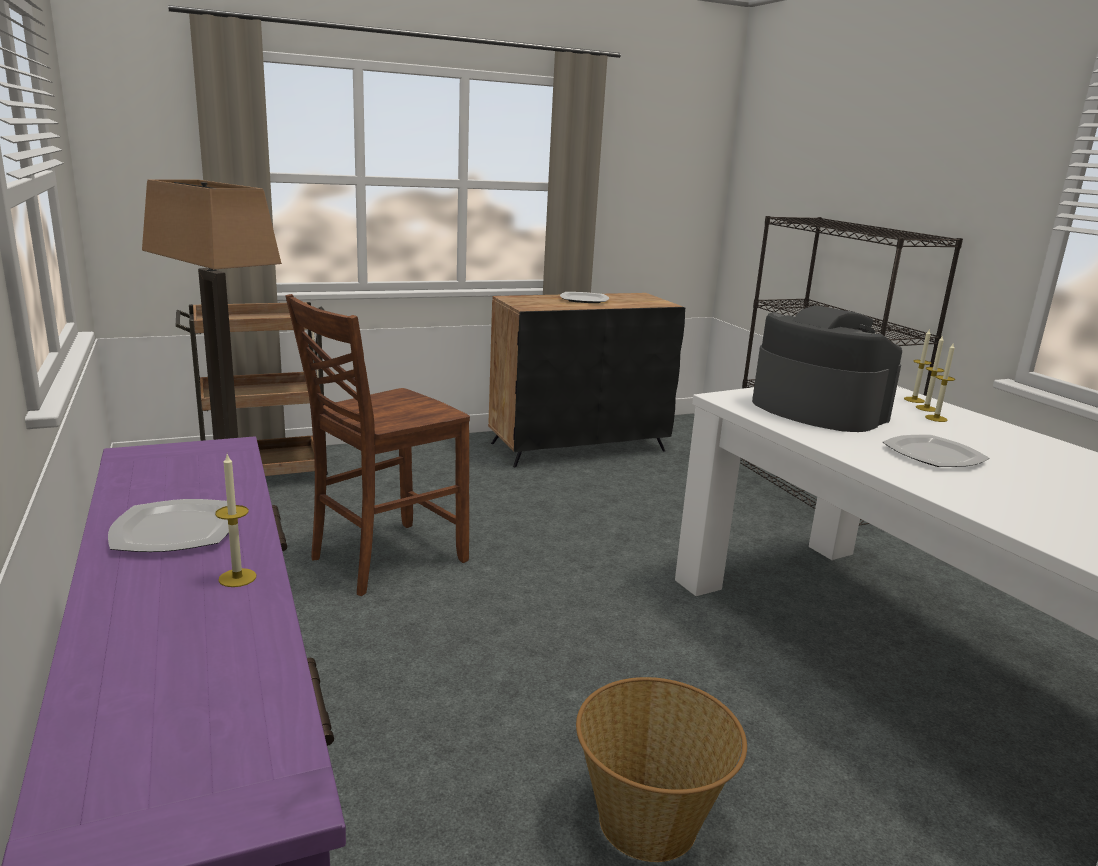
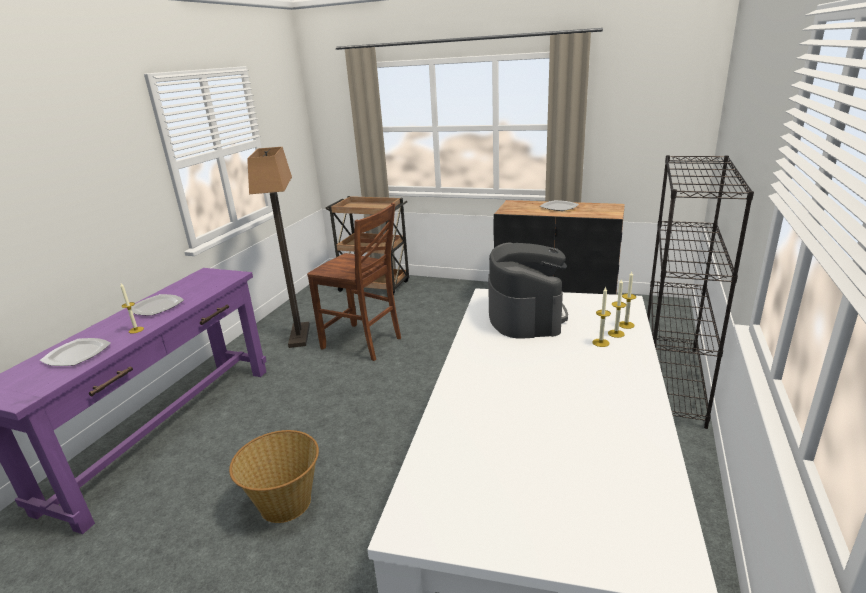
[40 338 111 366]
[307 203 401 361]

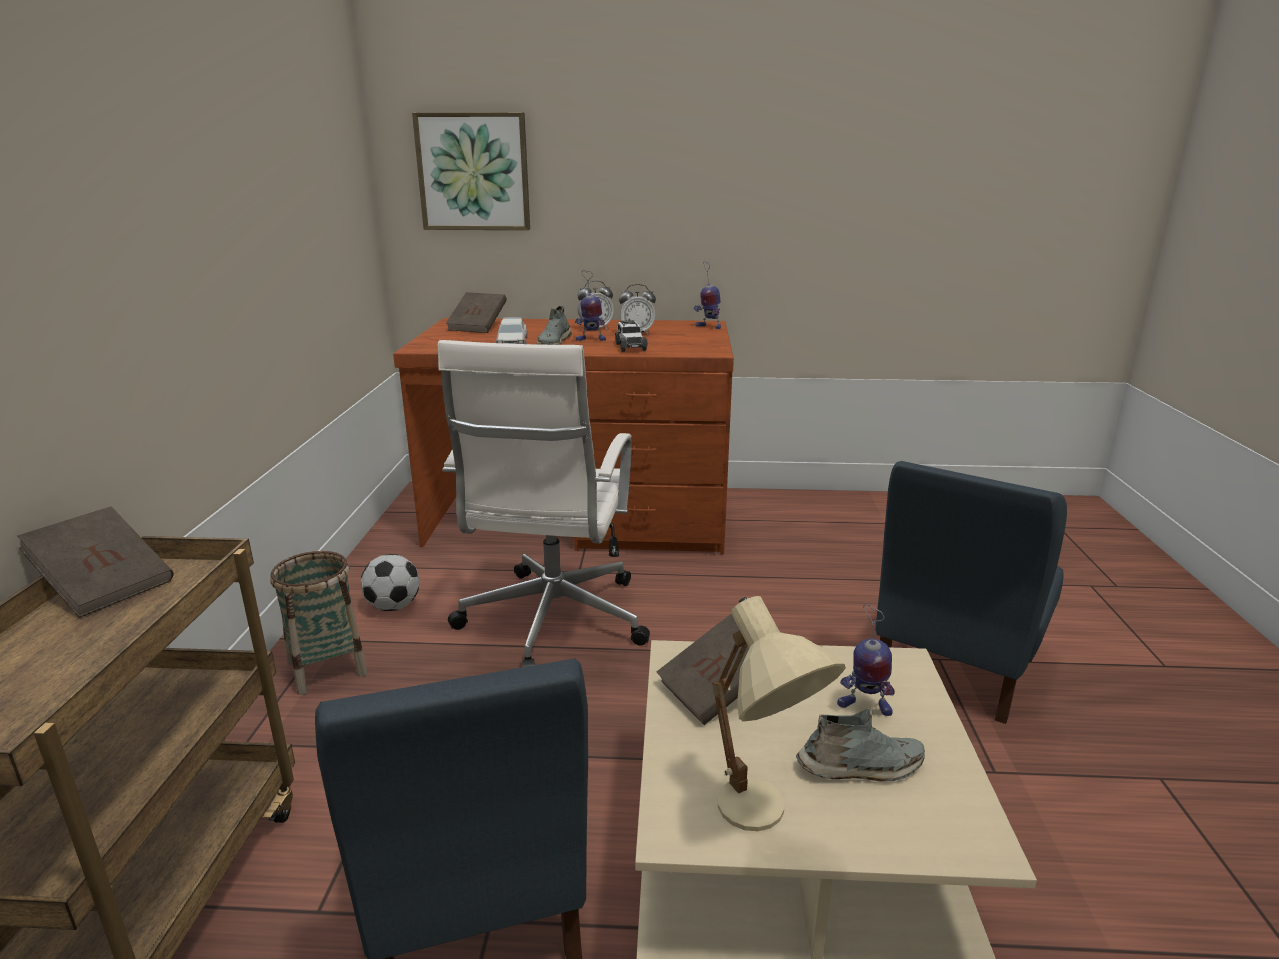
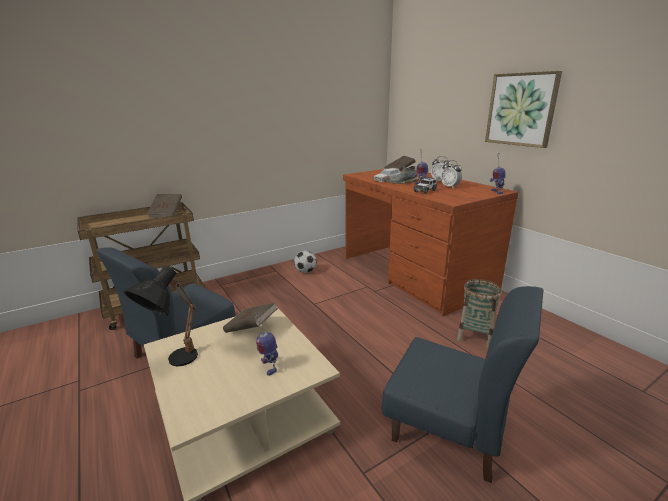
[438 340 650 667] (first image)
[796 708 925 782] (first image)
[457 279 502 348]
[485 71 562 148]
[123 266 198 366]
[382 286 543 483]

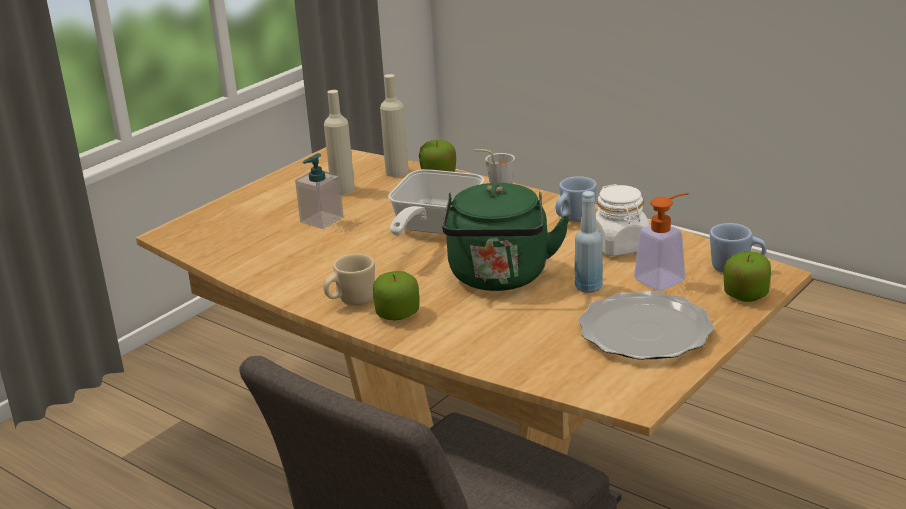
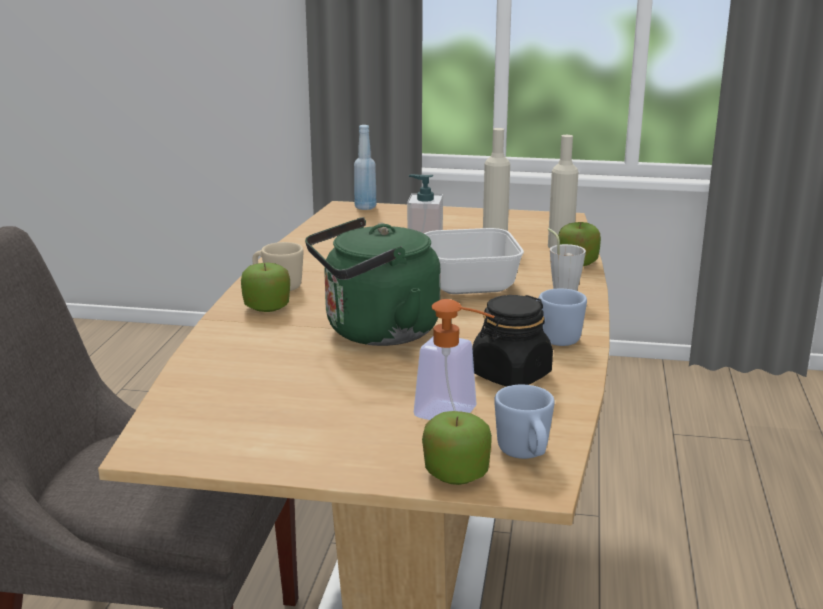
[578 291 714 360] (first image)
[354 125 376 210]
[472 295 553 386]

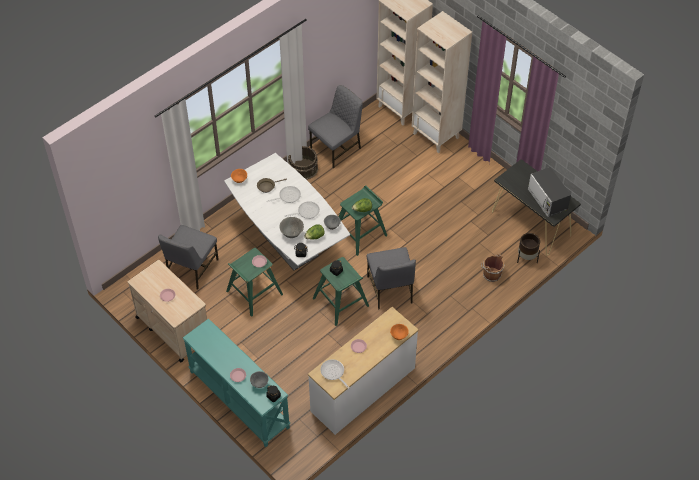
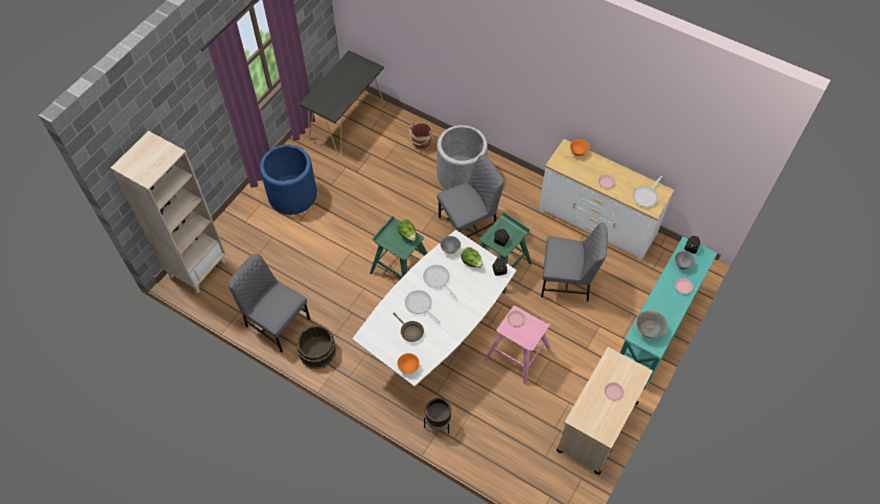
[412 11 472 153] (first image)
[528 167 571 217] (first image)
[260 145 317 215]
[437 125 488 190]
[541 223 608 302]
[636 310 668 338]
[424 398 451 434]
[484 306 550 385]

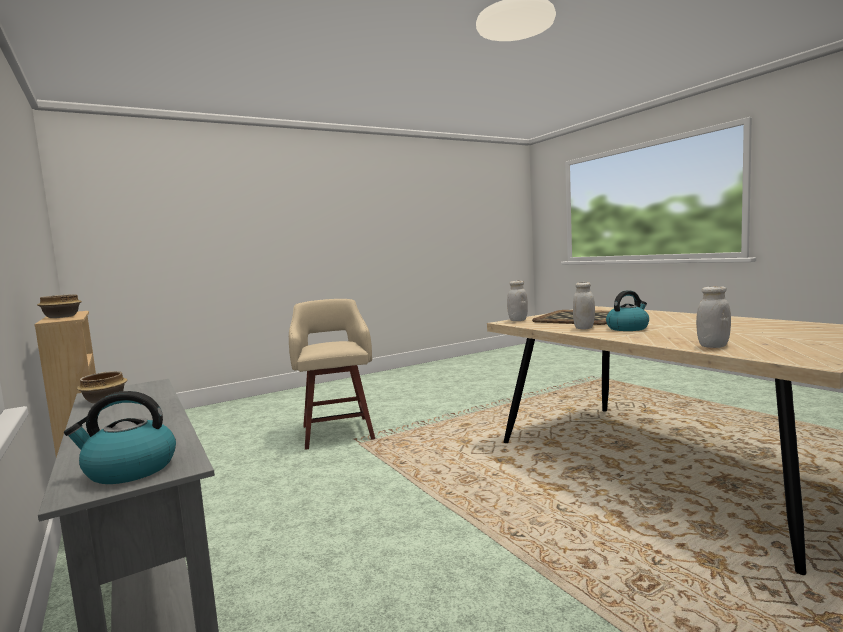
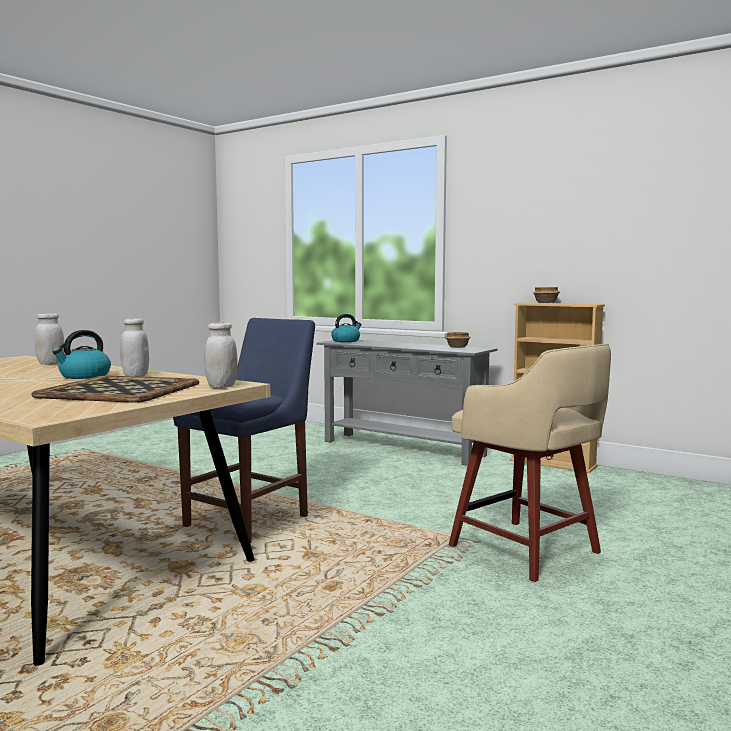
[173 318 315 543]

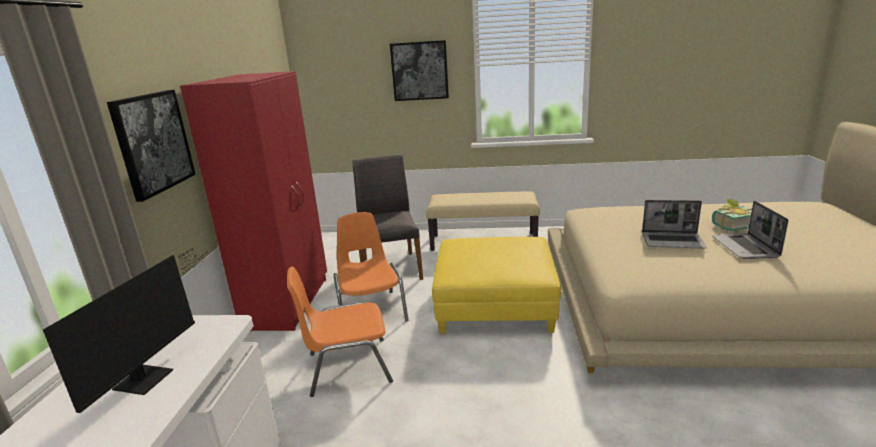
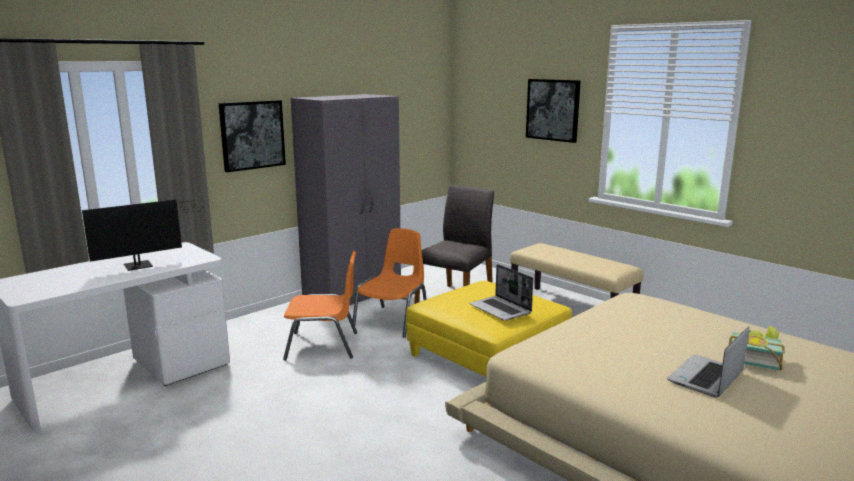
[469 264 533 321]
[291 94 401 305]
[283 251 357 361]

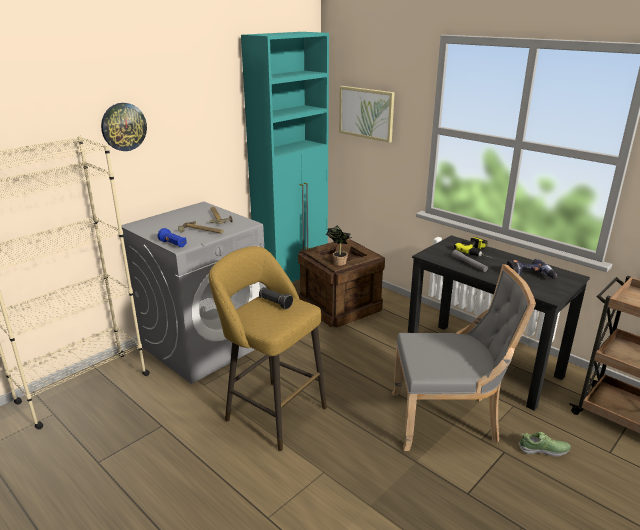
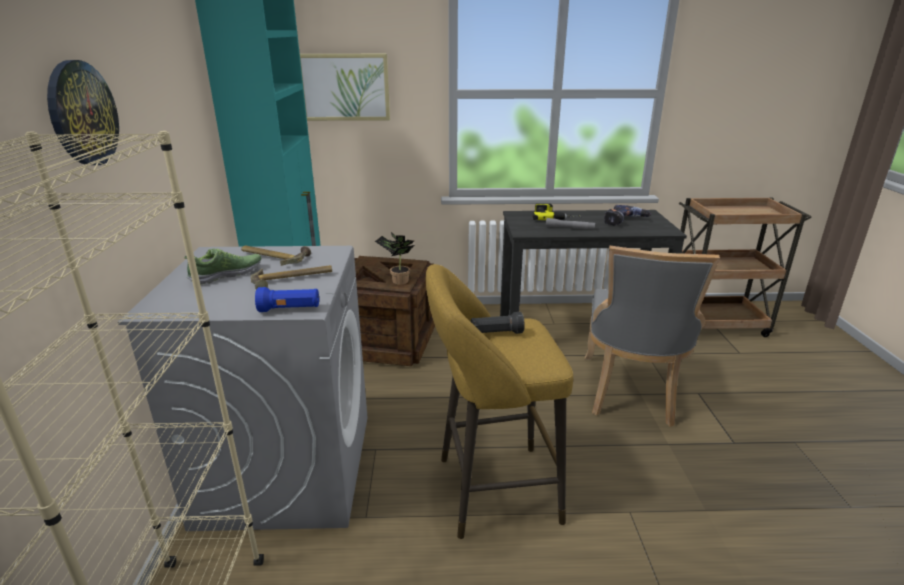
[184 248 261 285]
[585 246 720 427]

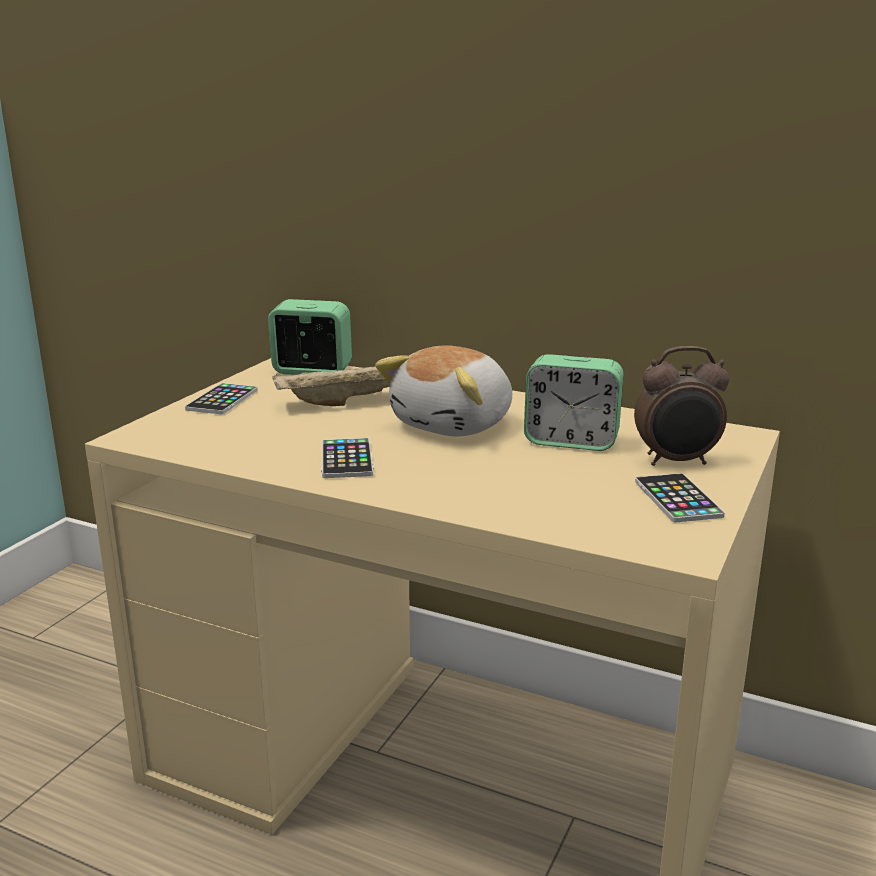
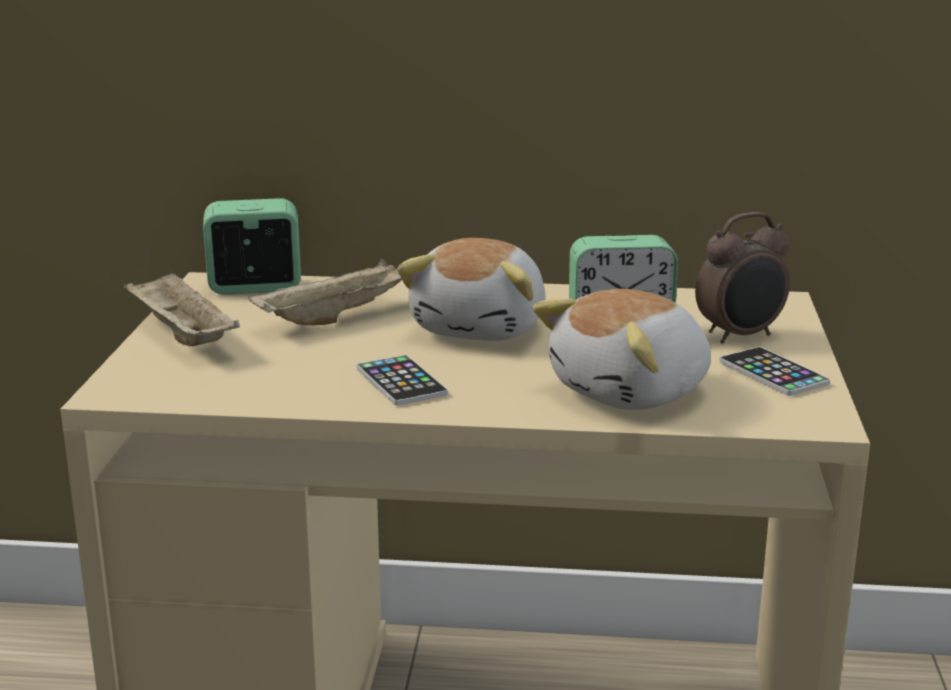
[533 289 711 410]
[124 272 240 346]

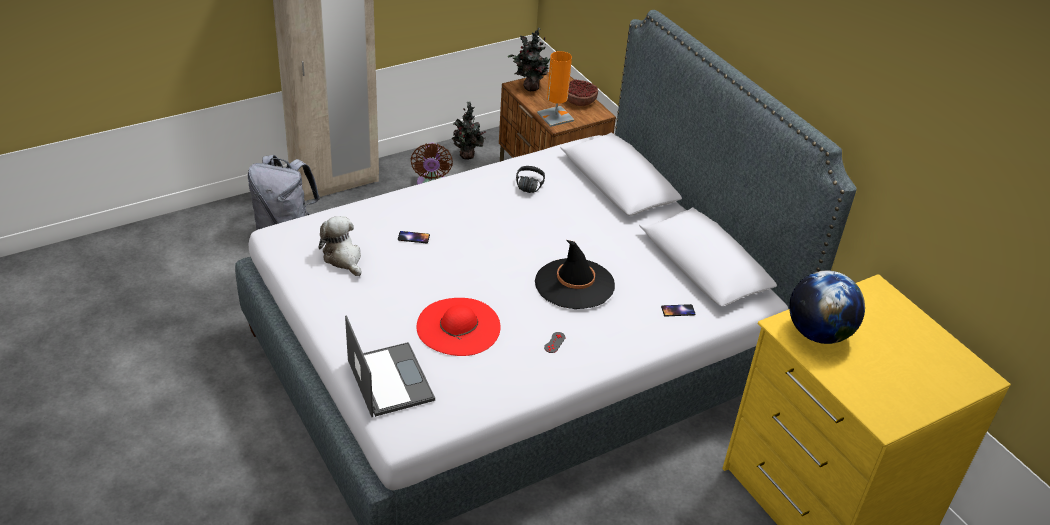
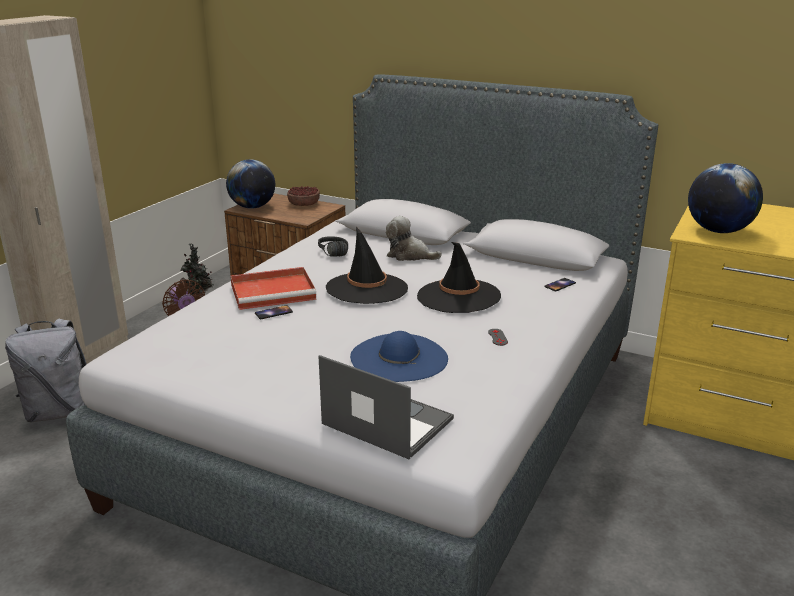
[537 51 574 127] (first image)
[230 267 317 310]
[326 227 408 304]
[386 216 442 261]
[226 159 275 209]
[350 331 448 382]

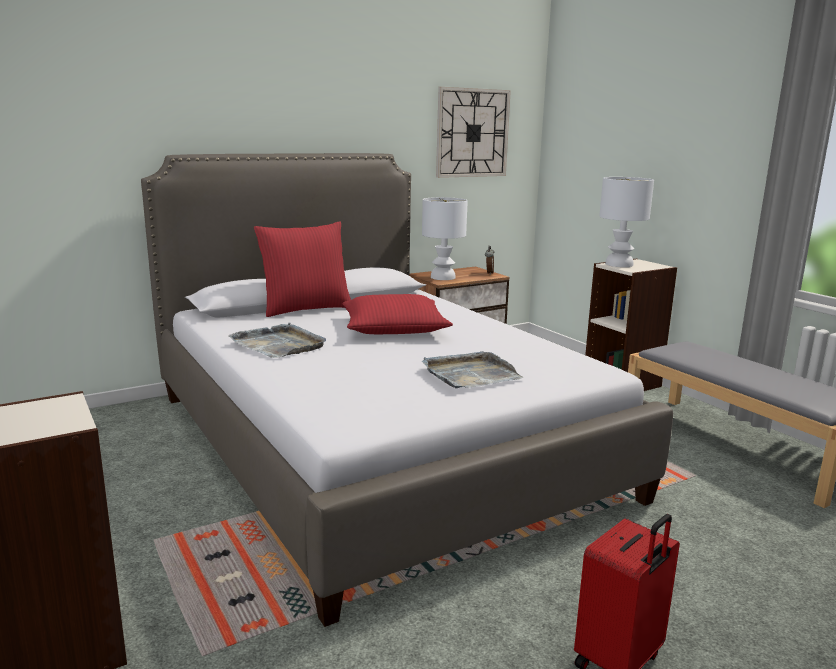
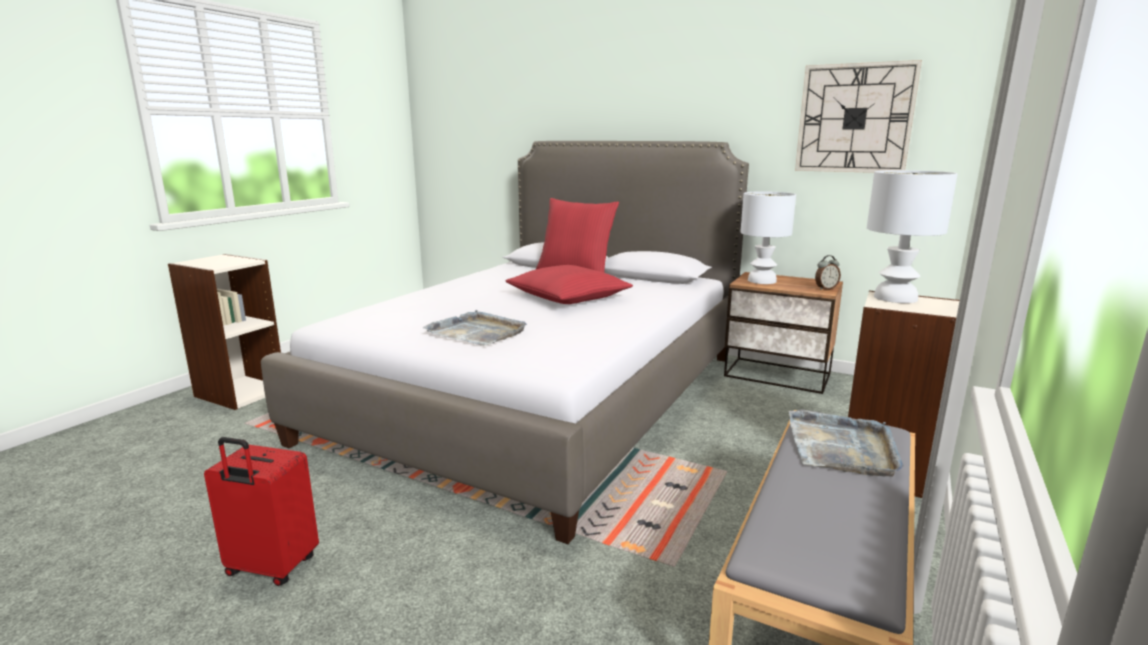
[789 411 904 476]

